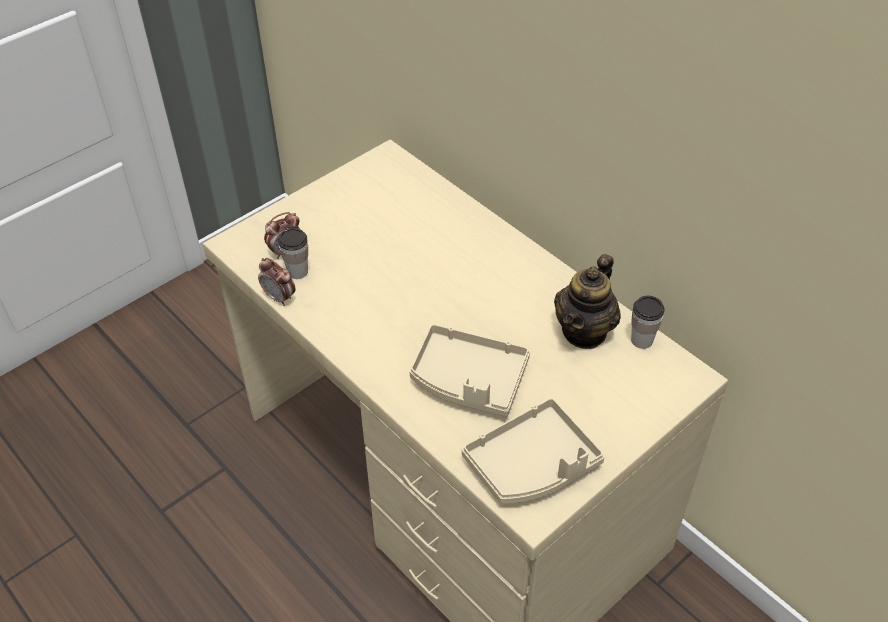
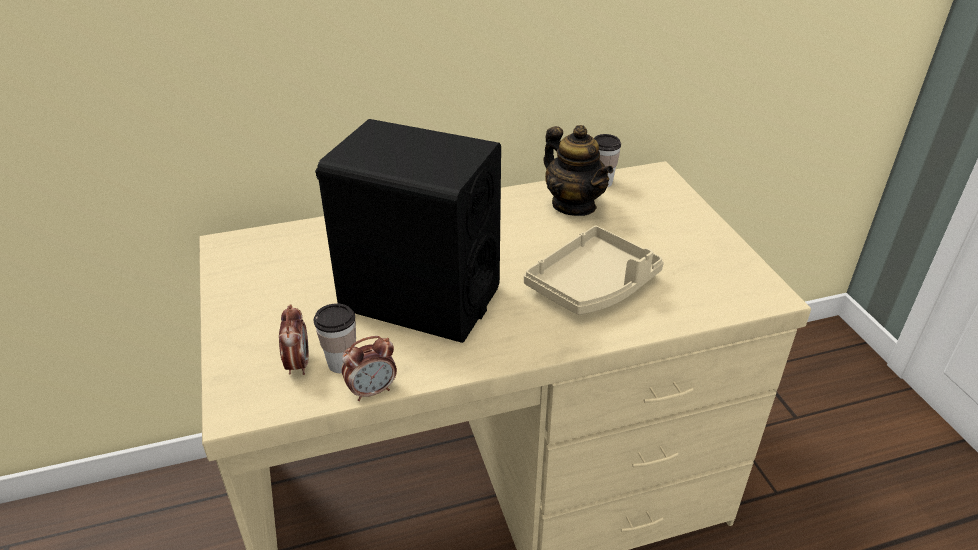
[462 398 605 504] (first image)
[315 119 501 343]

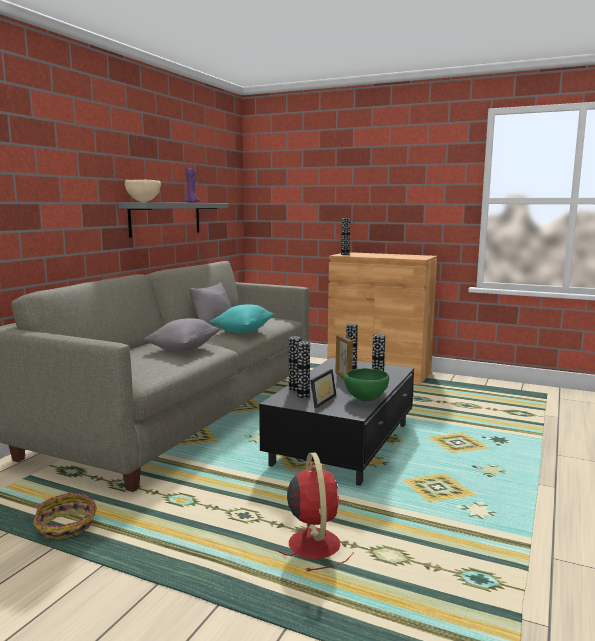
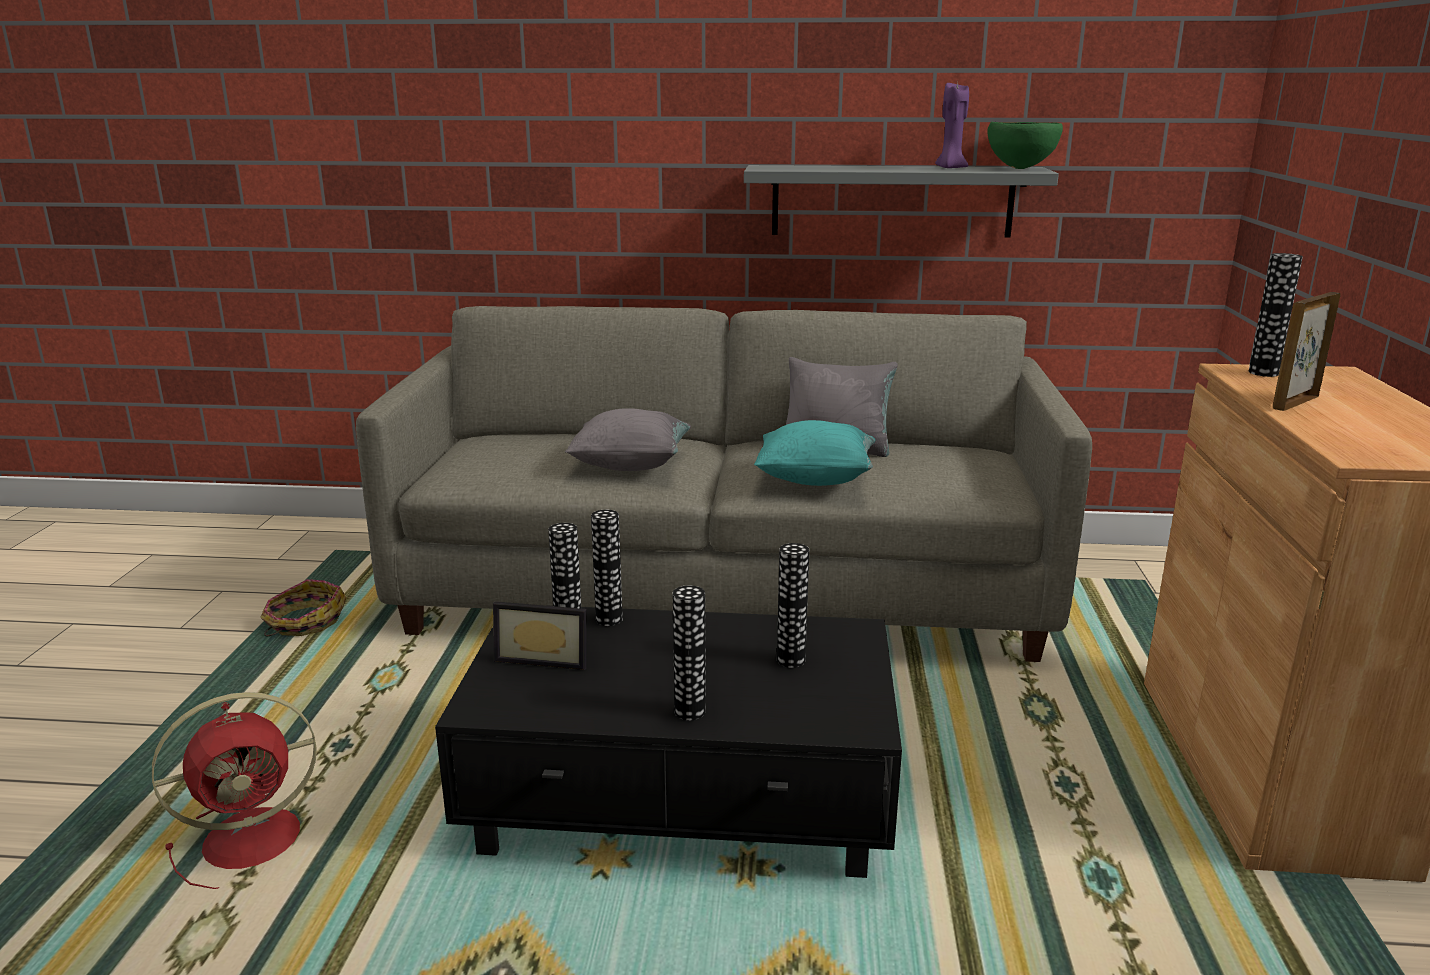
[125 180 161 202] (first image)
[1273 292 1341 411]
[987 122 1063 169]

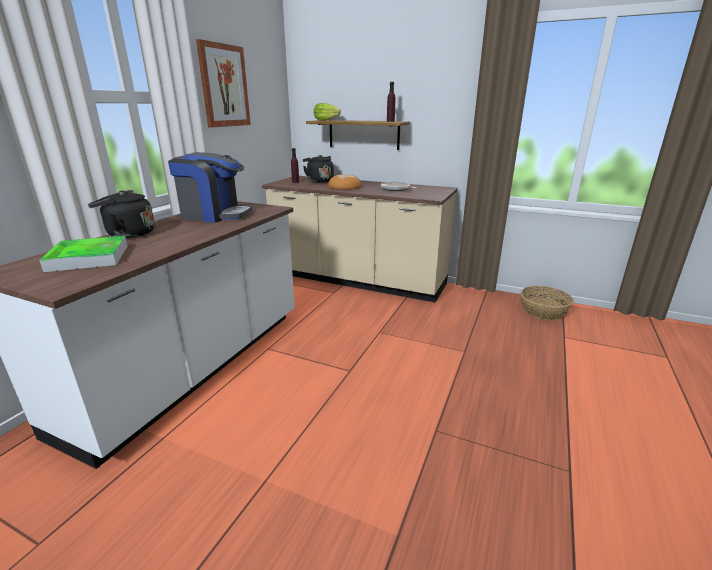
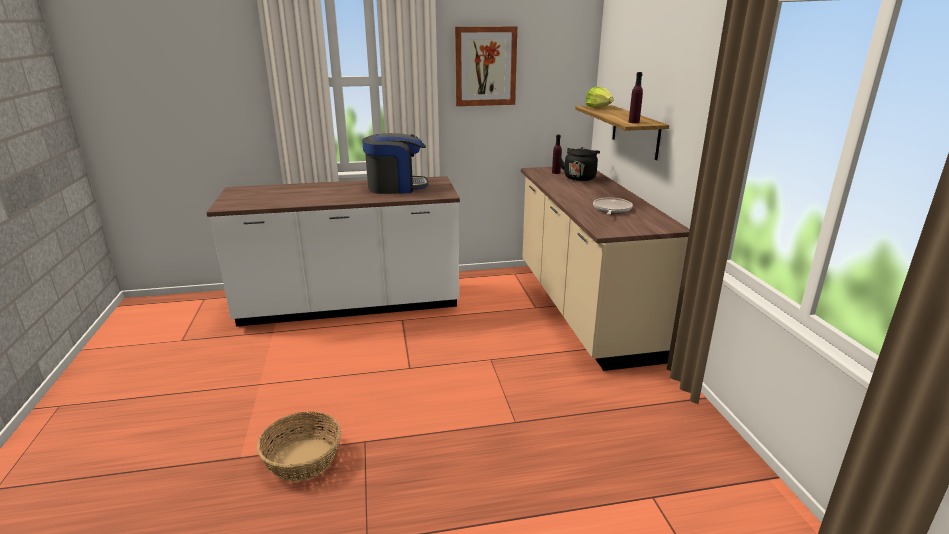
[39 236 128 272] (first image)
[88 190 155 238] (first image)
[328 174 361 190] (first image)
[257 412 341 482]
[362 133 429 194]

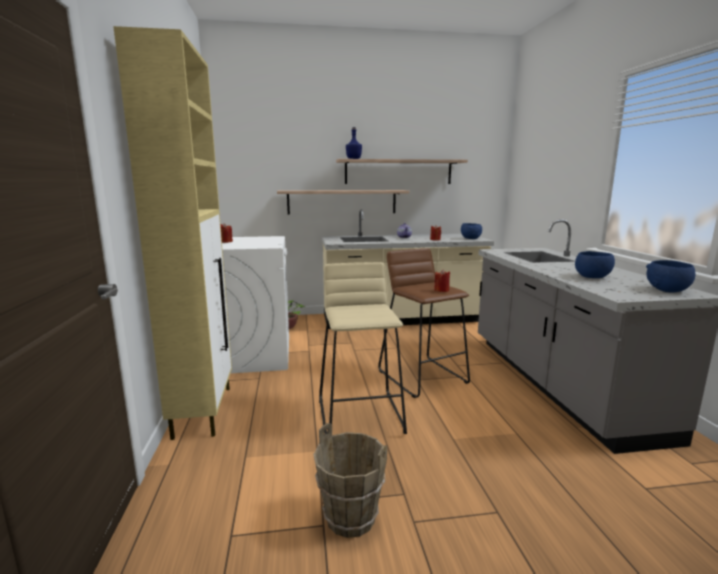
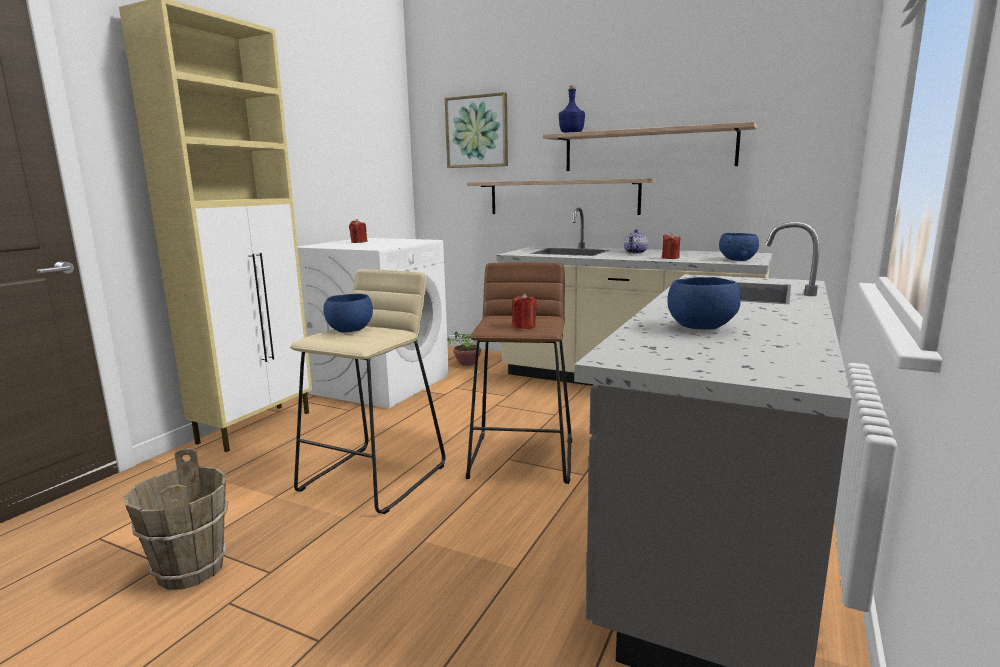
[444 92 508 168]
[323 294 373 332]

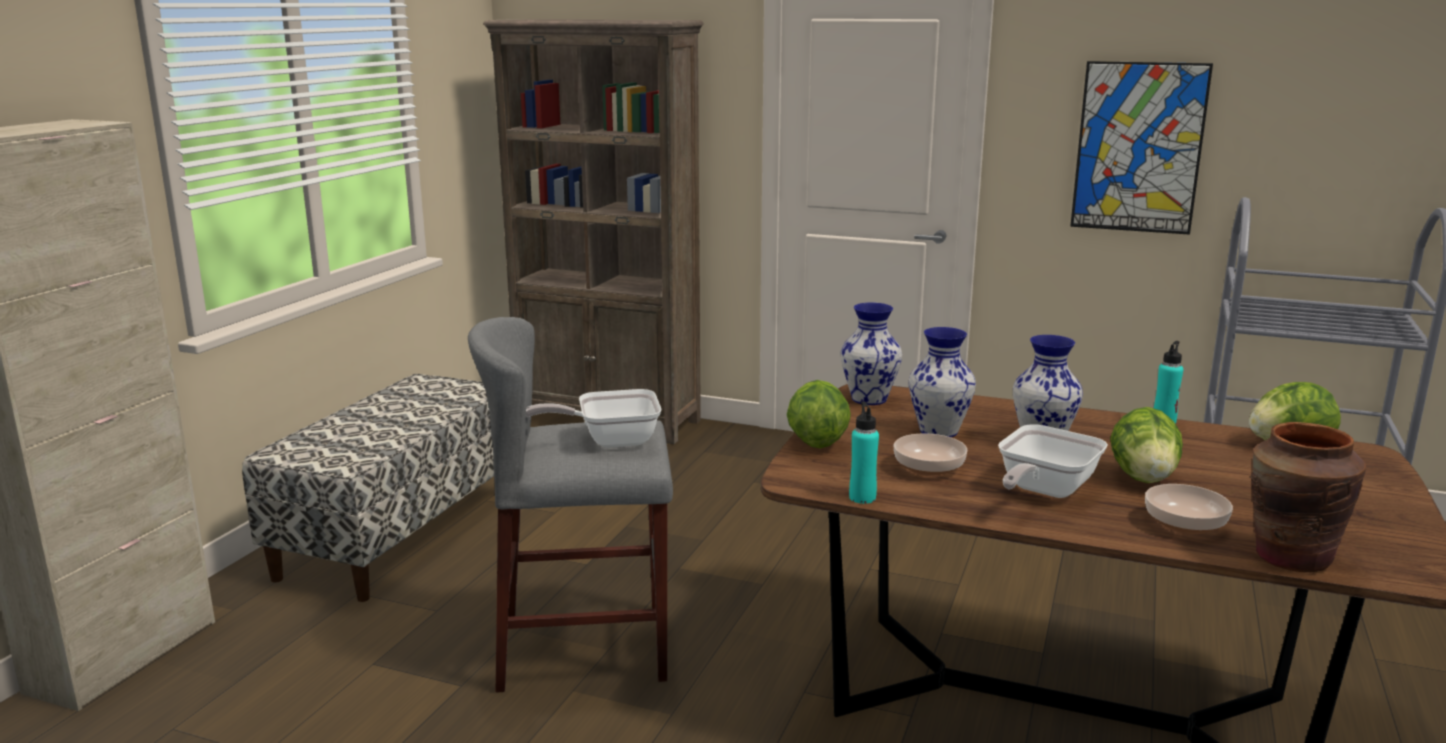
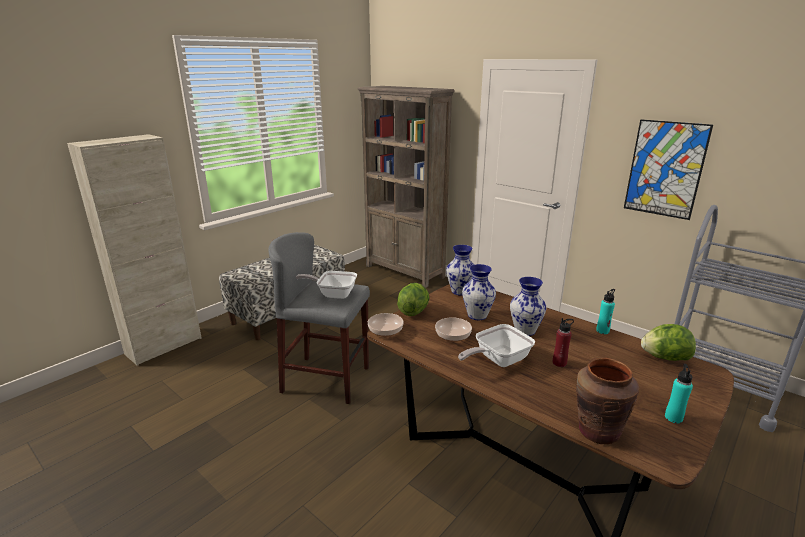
[665 364 693 423]
[368 313 404 337]
[553 318 574 367]

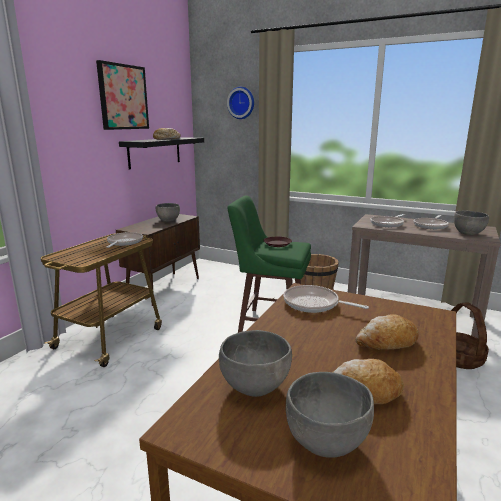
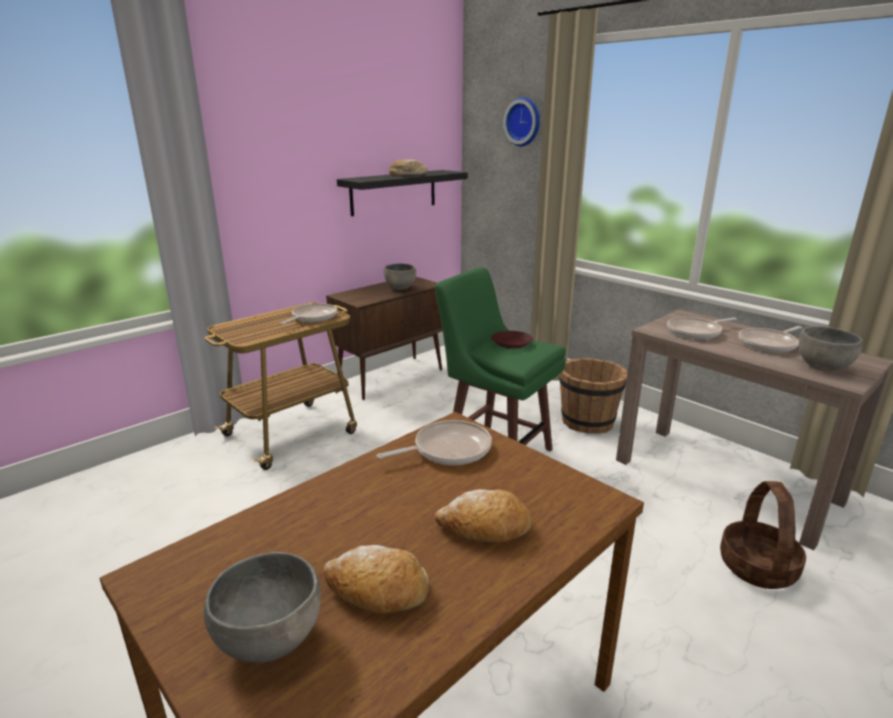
[96 60 149 130] (first image)
[219 330 292 397] (first image)
[376 420 492 465]

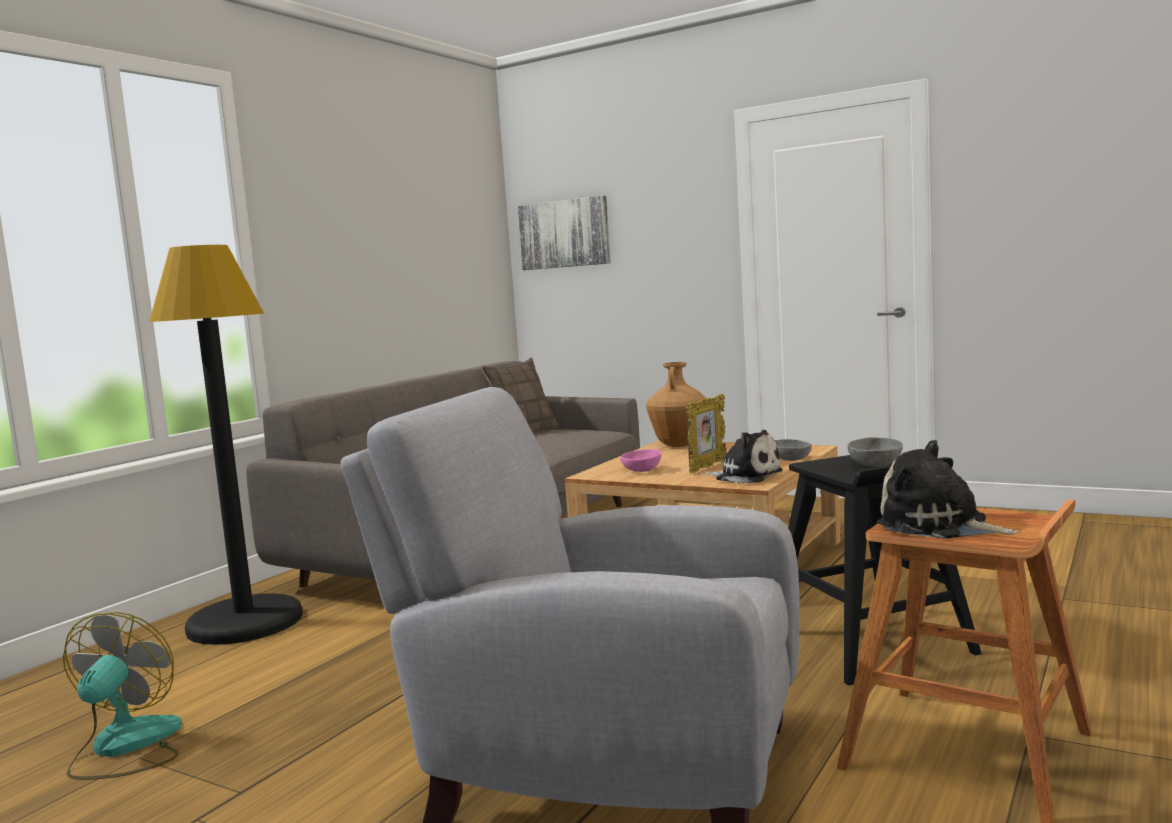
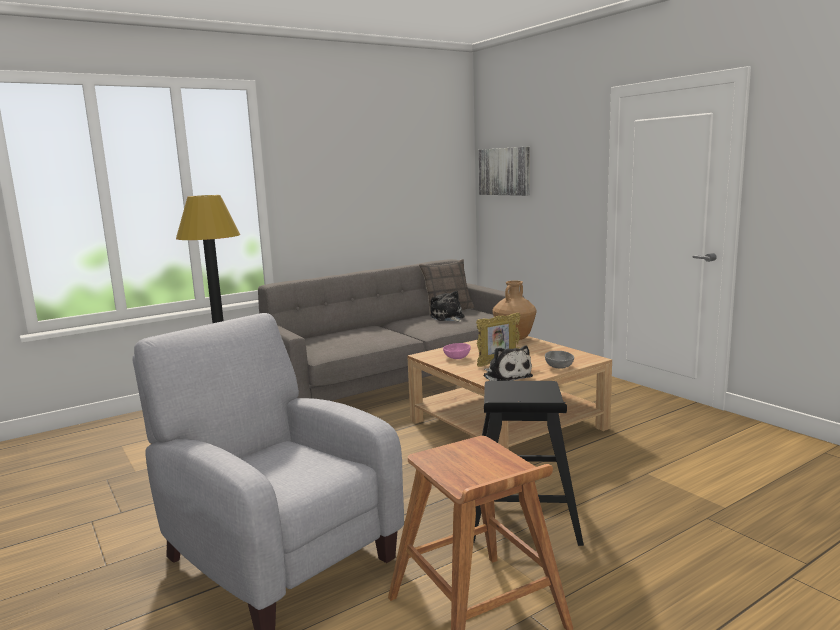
[63 612 182 780] (first image)
[847 437 903 467] (first image)
[430 291 465 322]

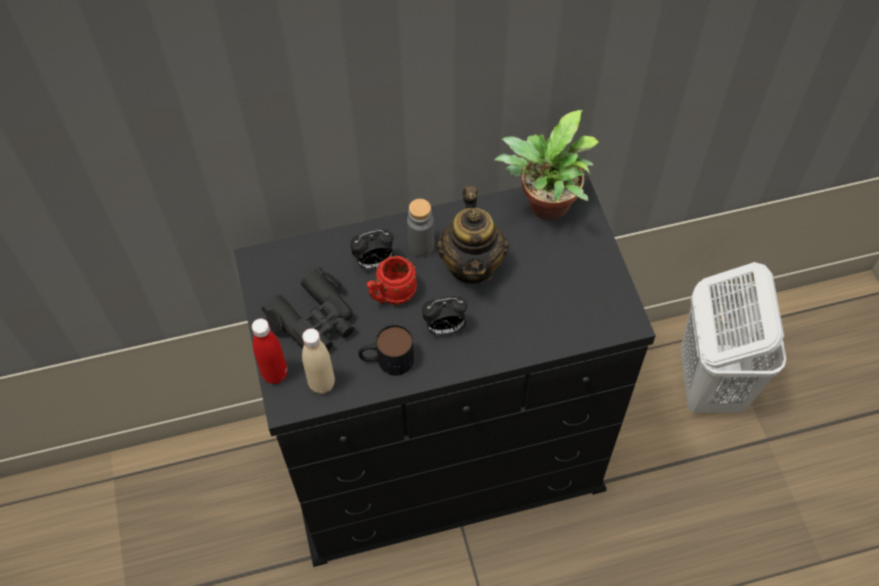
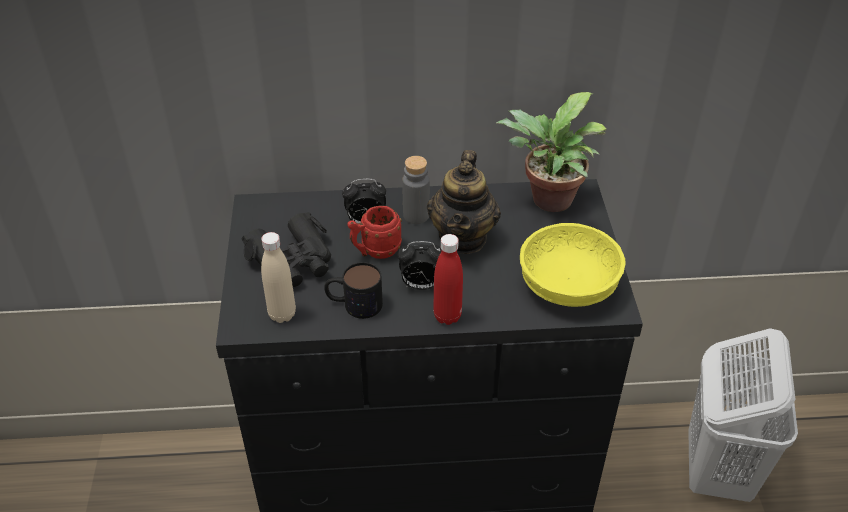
[520 223 626 307]
[433 234 463 325]

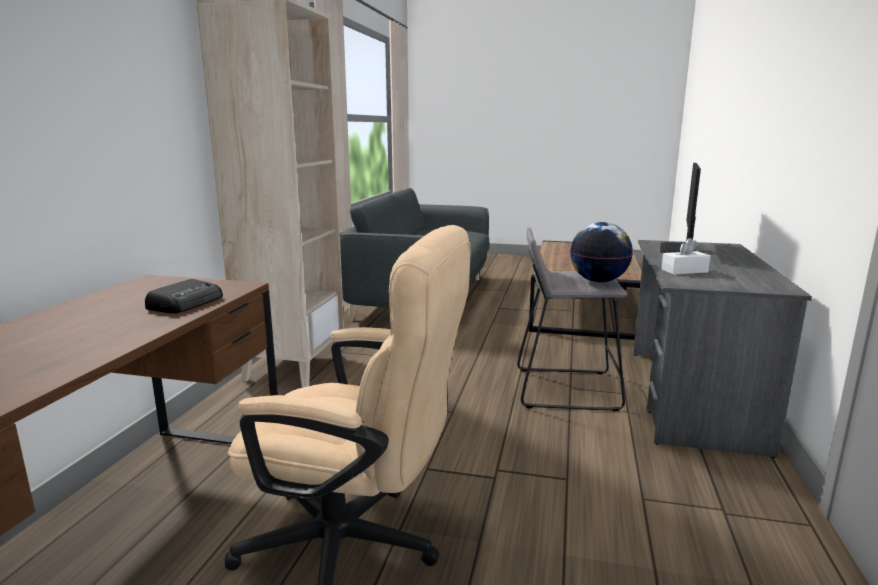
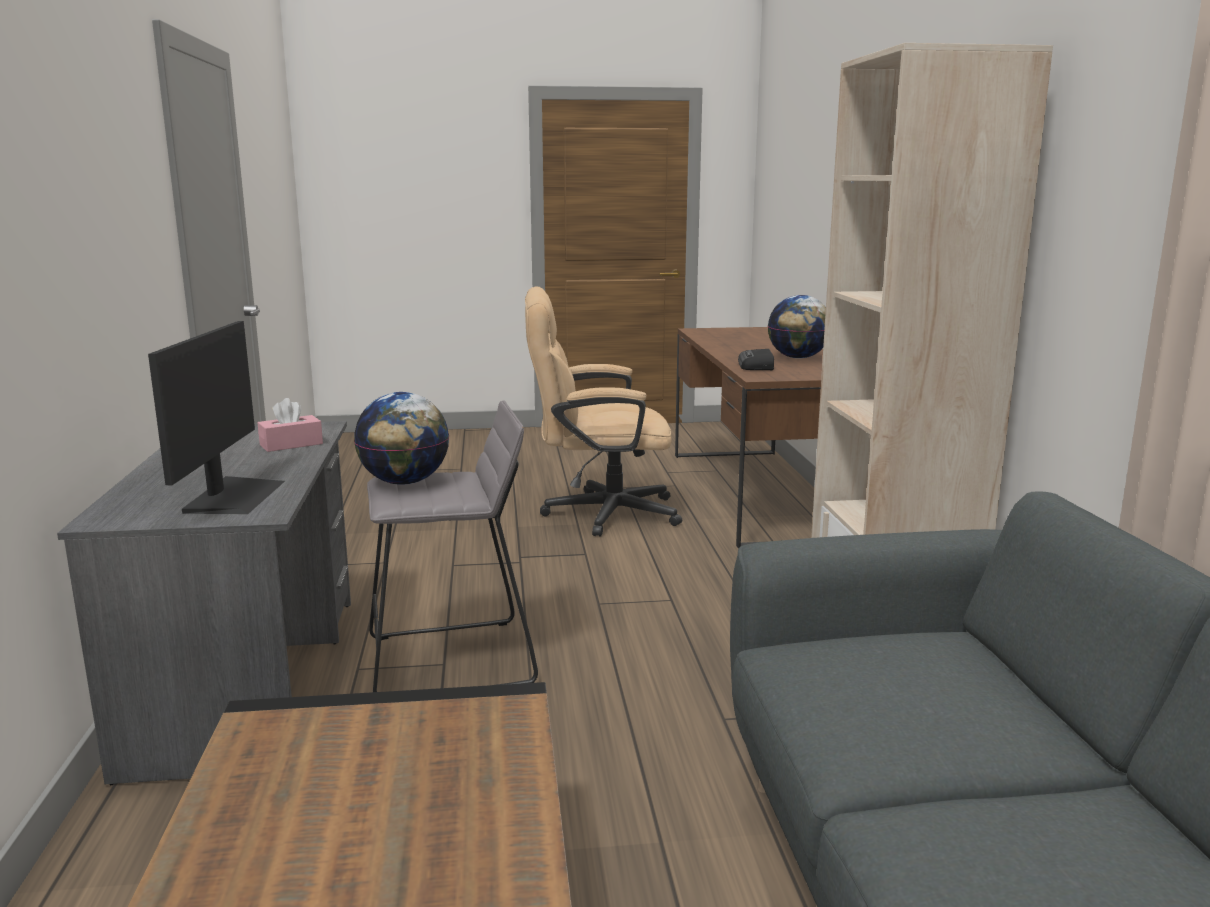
[768 295 826 359]
[258 398 323 452]

